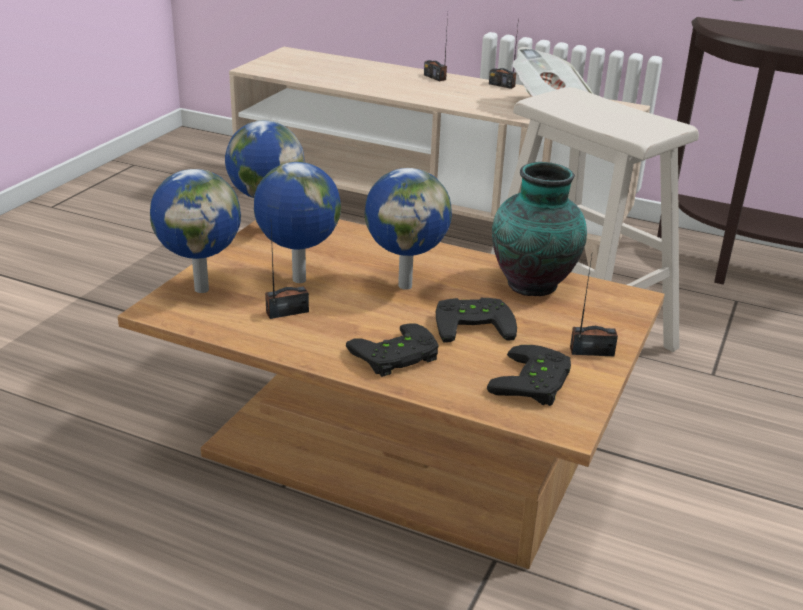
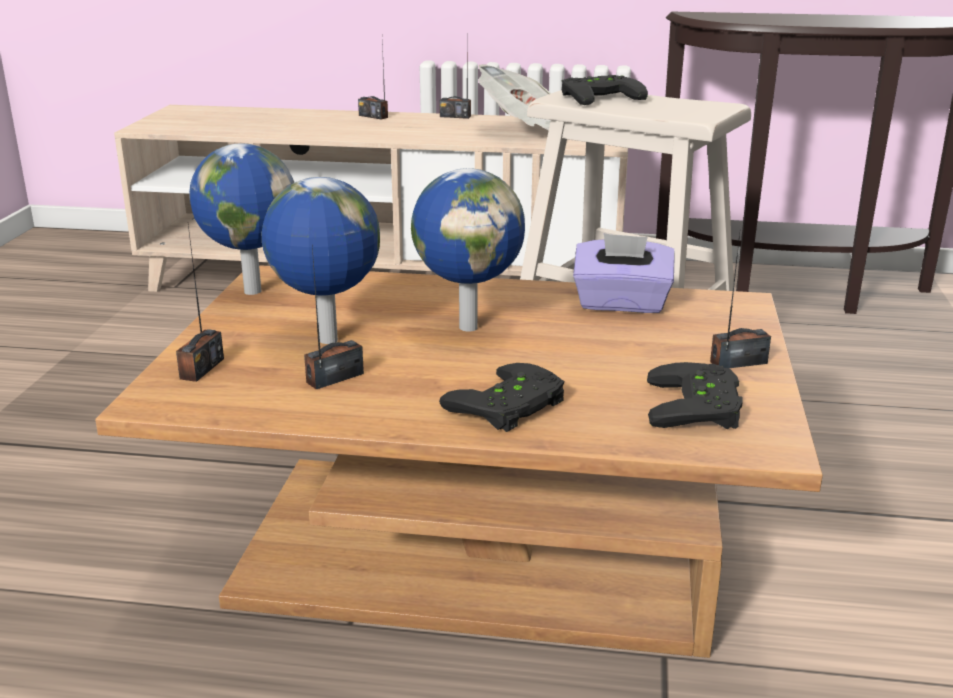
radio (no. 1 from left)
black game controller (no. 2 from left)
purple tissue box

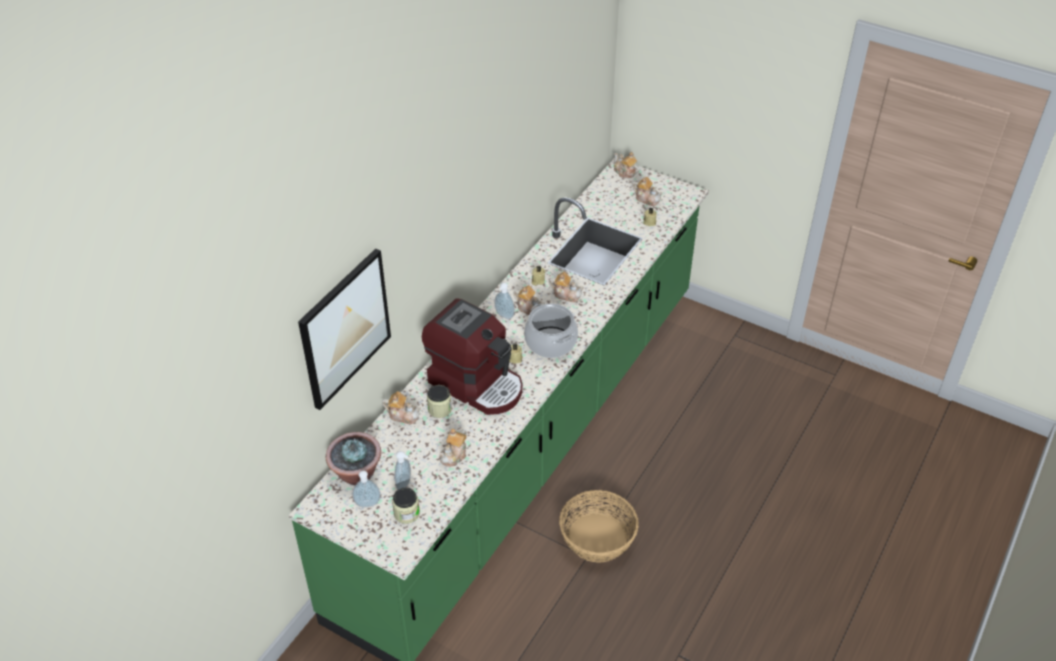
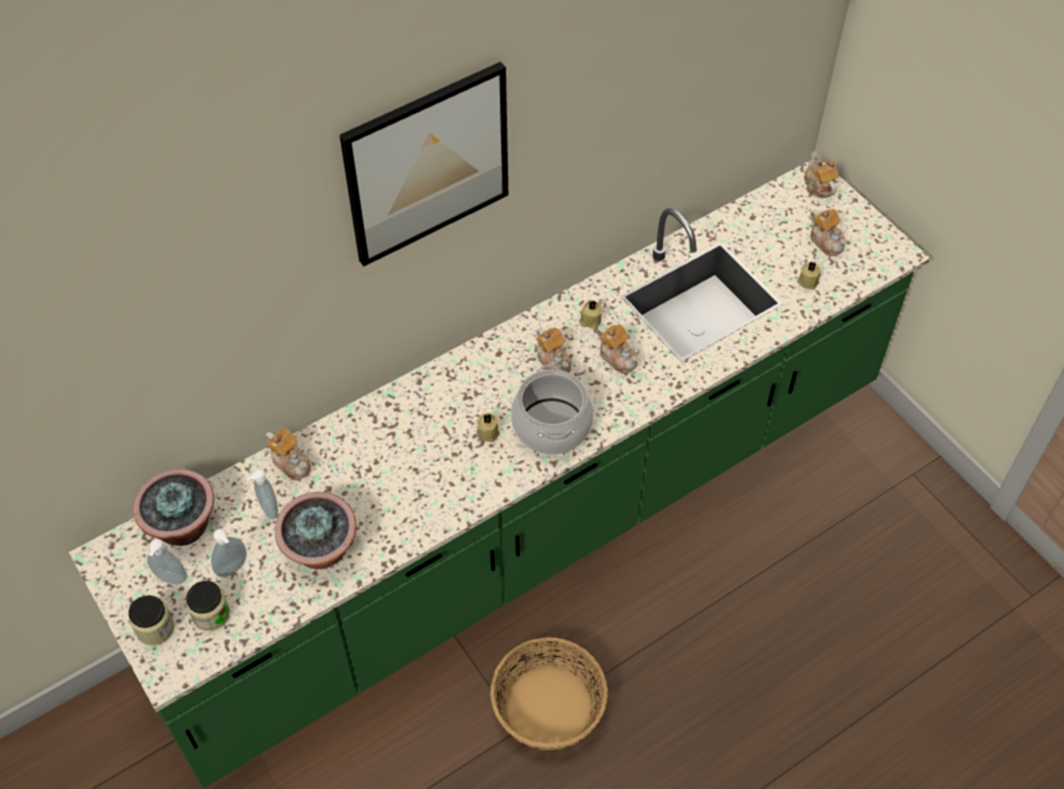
picture
coffee machine
jar (no. 1 from left)
potted plant (no. 2 from left)
soap dispenser (no. 3 from left)

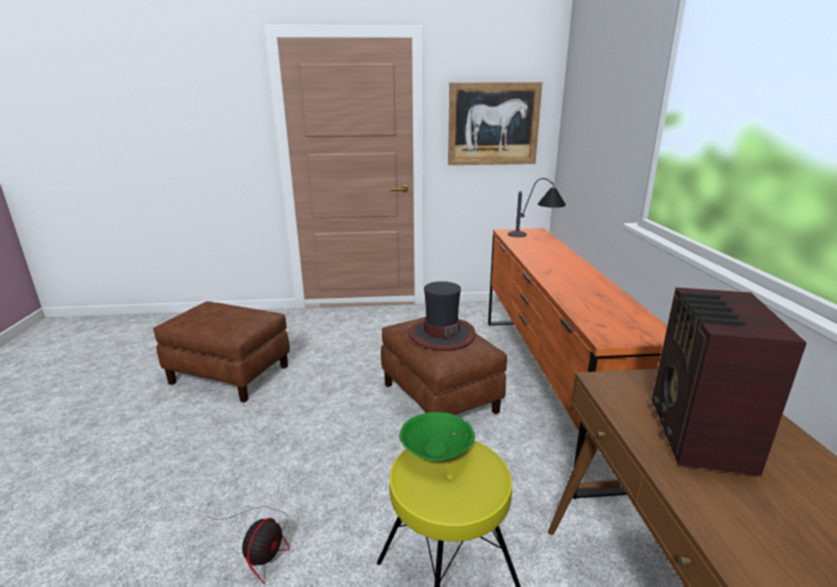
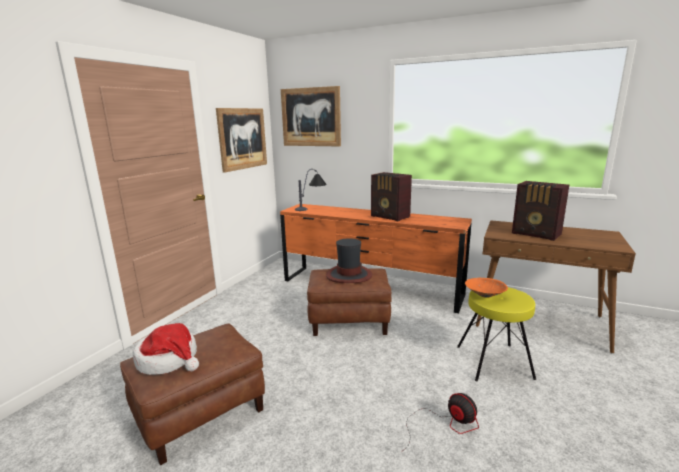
orange bowl
hat (no. 1 from left)
picture (no. 2 from left)
radio (no. 1 from left)

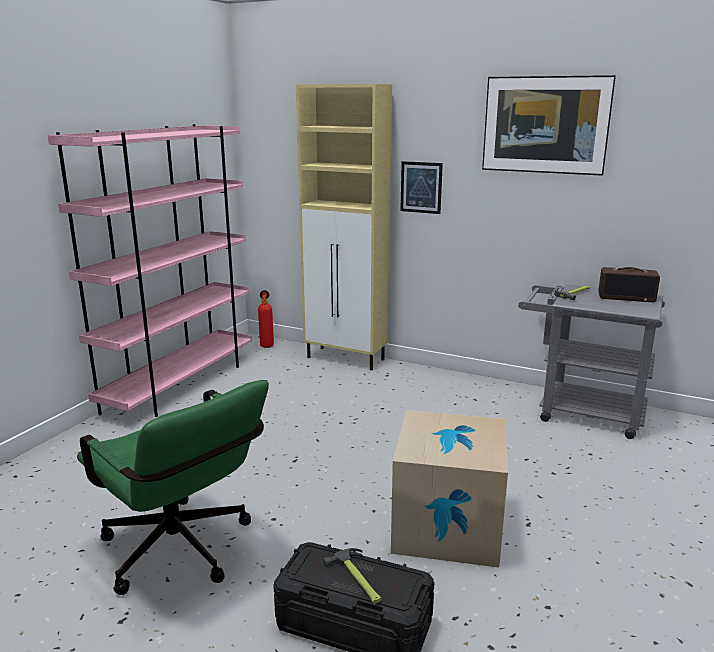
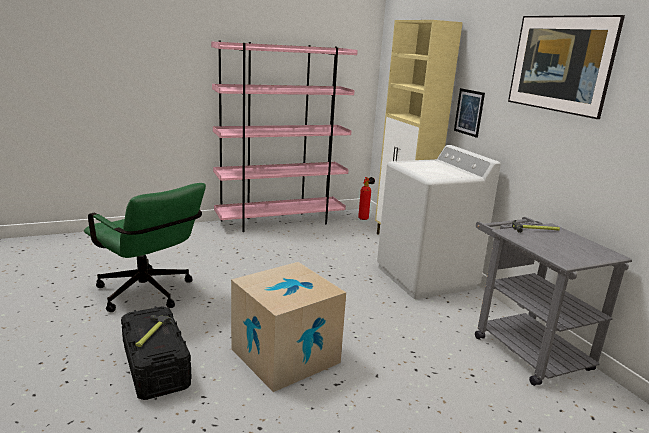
green office chair
radio
white washing machine

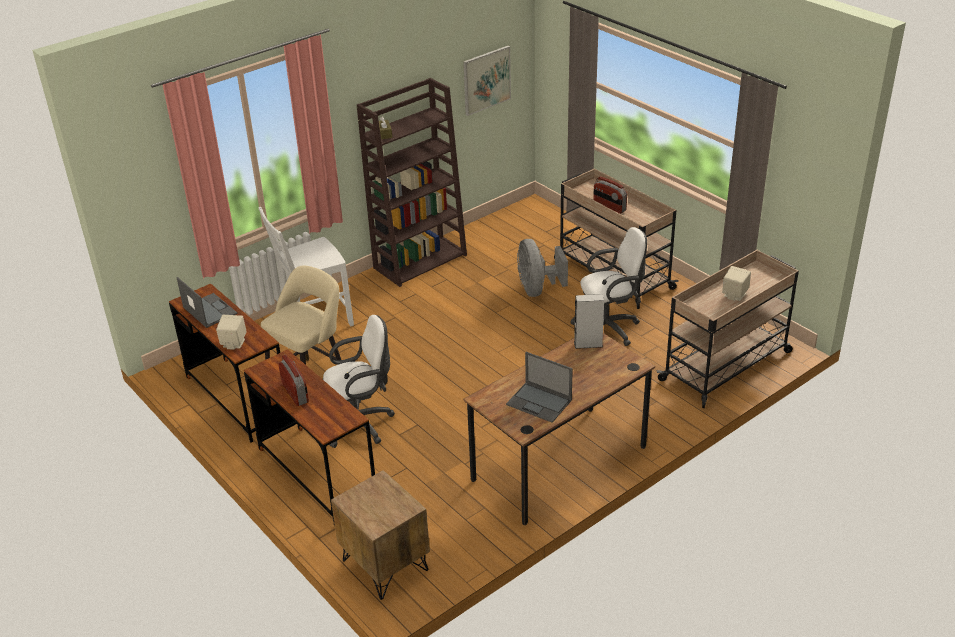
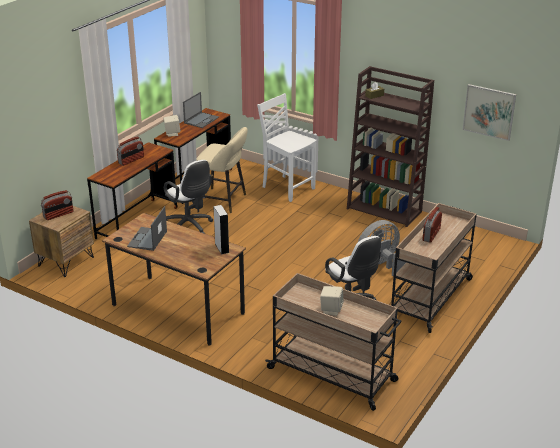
radio (no. 1 from left)

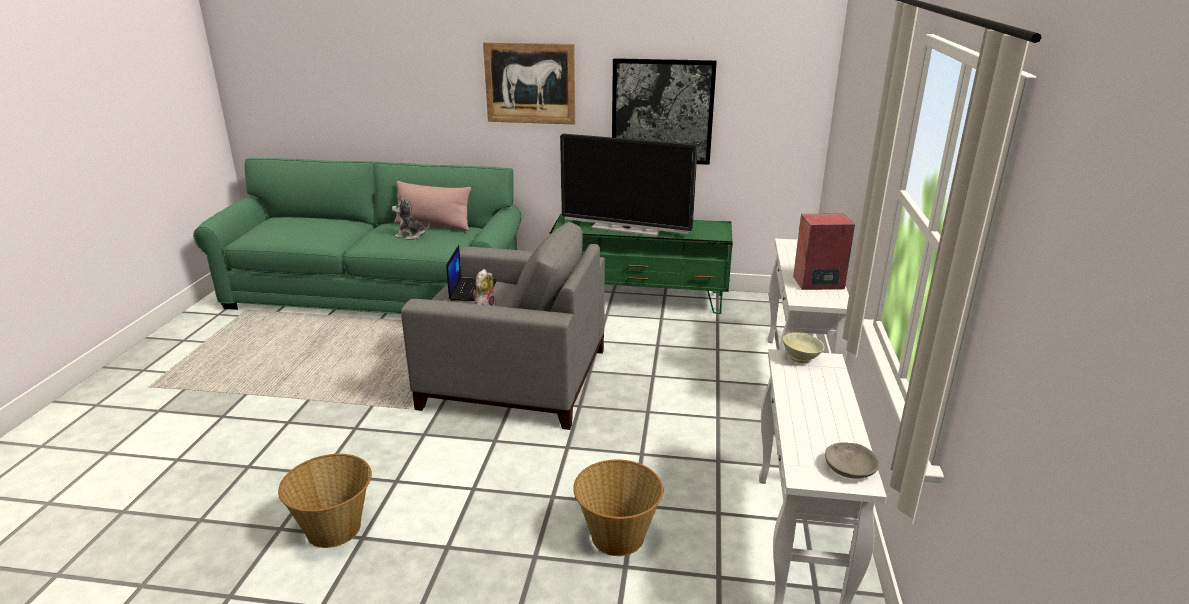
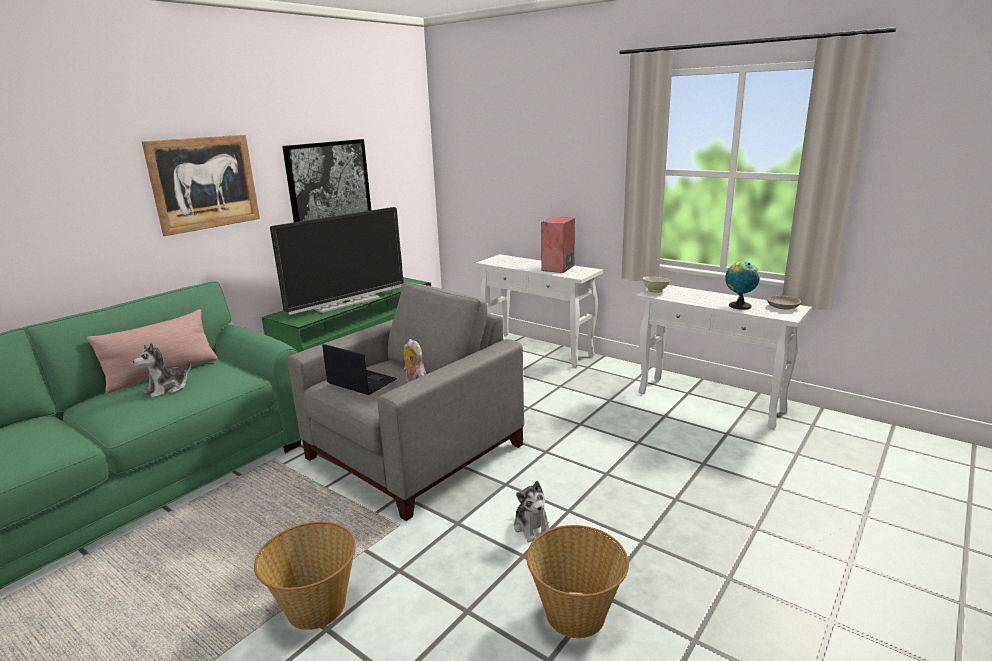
basket (no. 1 from left)
plush toy (no. 3 from left)
globe

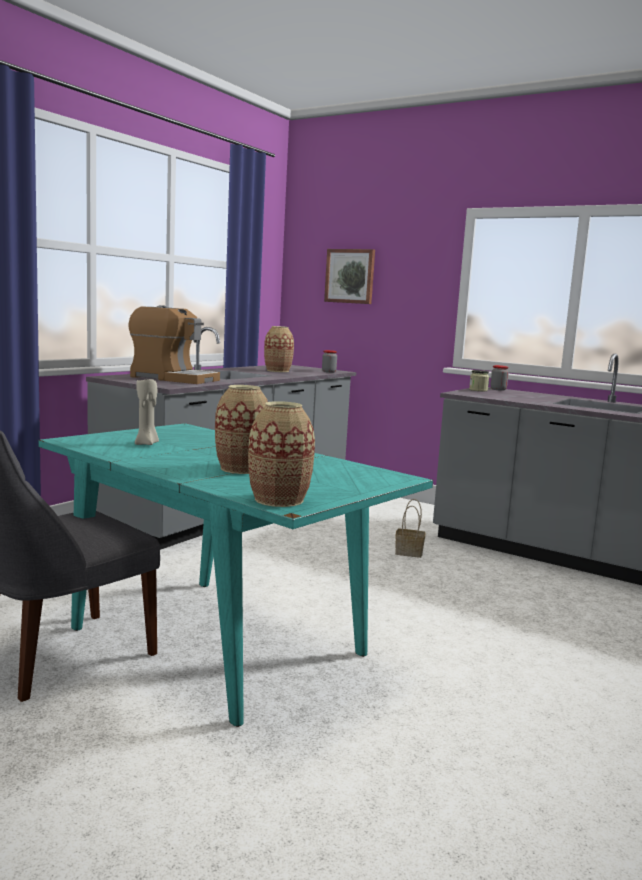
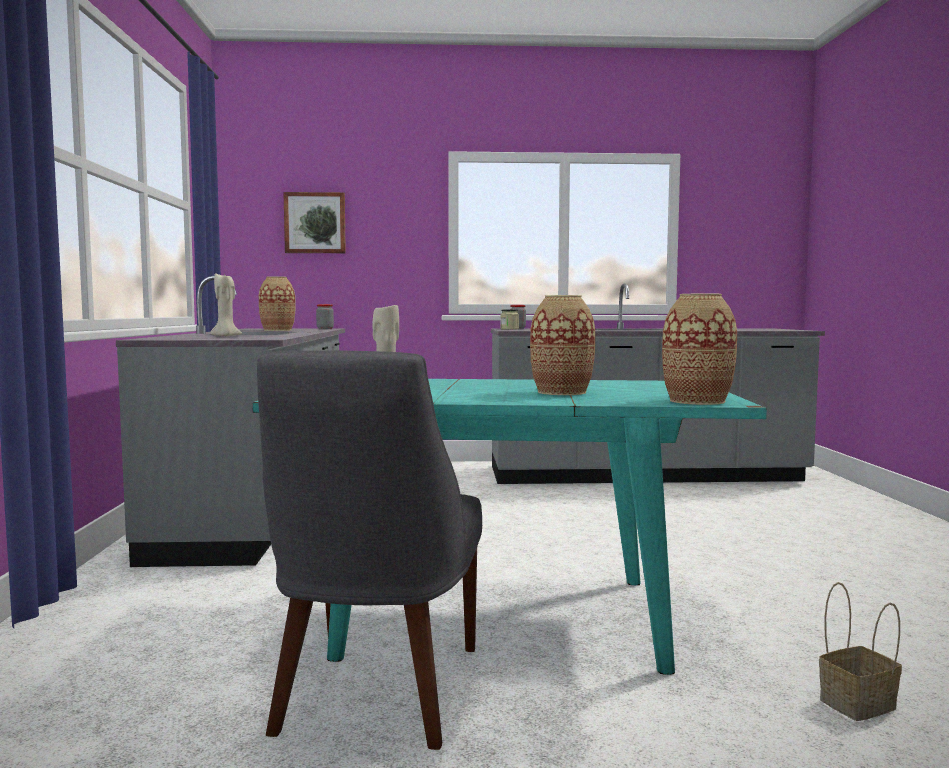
beige candle (no. 1 from left)
basket

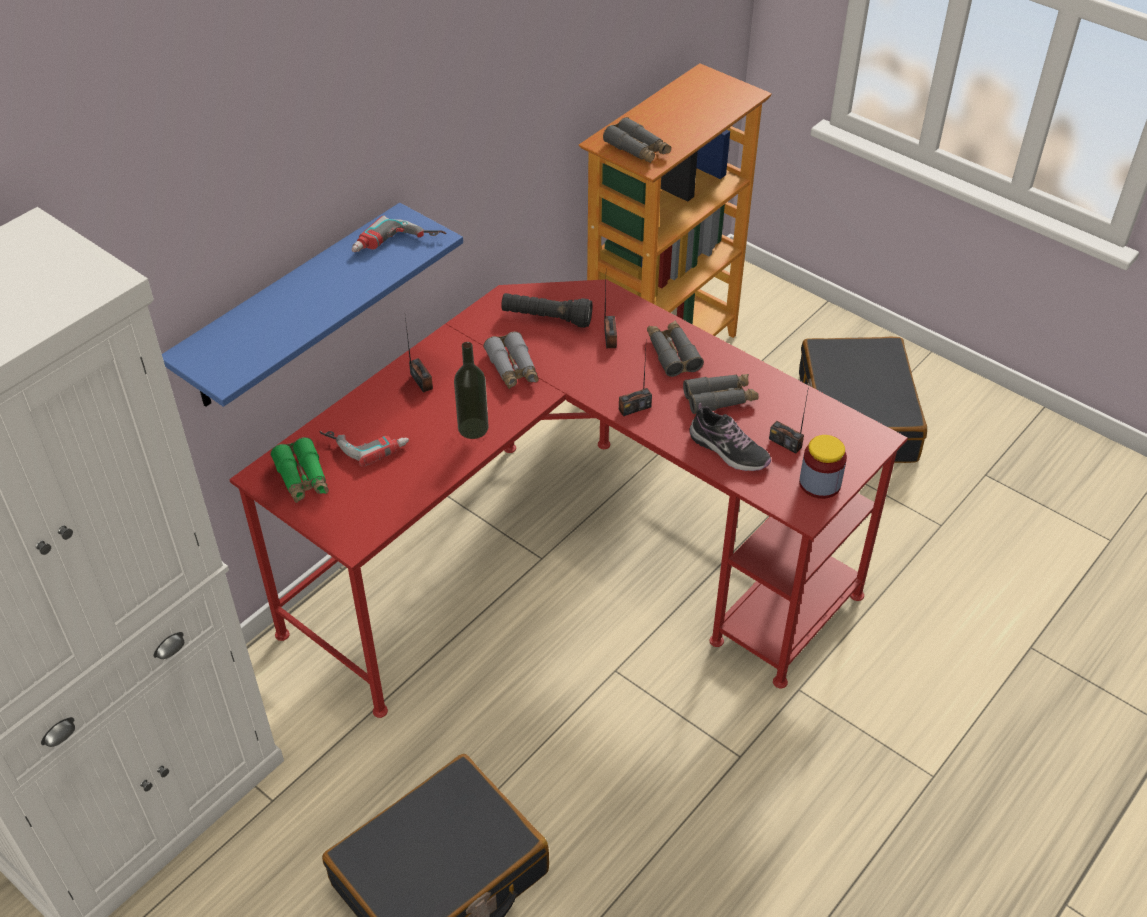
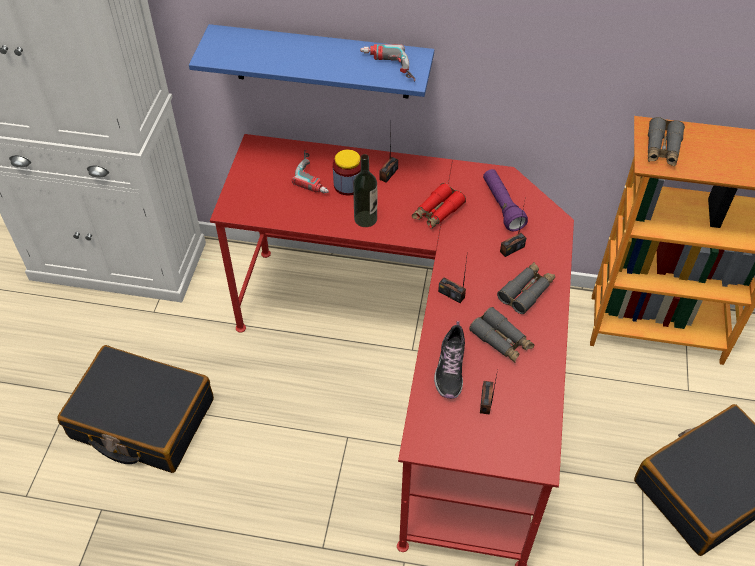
green binoculars
red binoculars
purple flashlight
jar

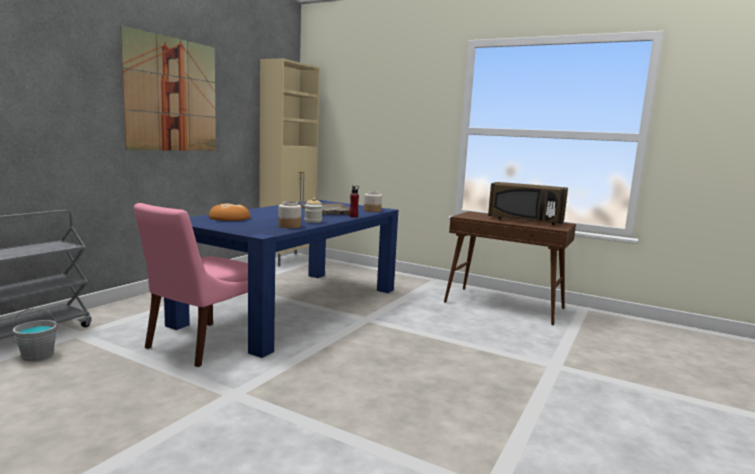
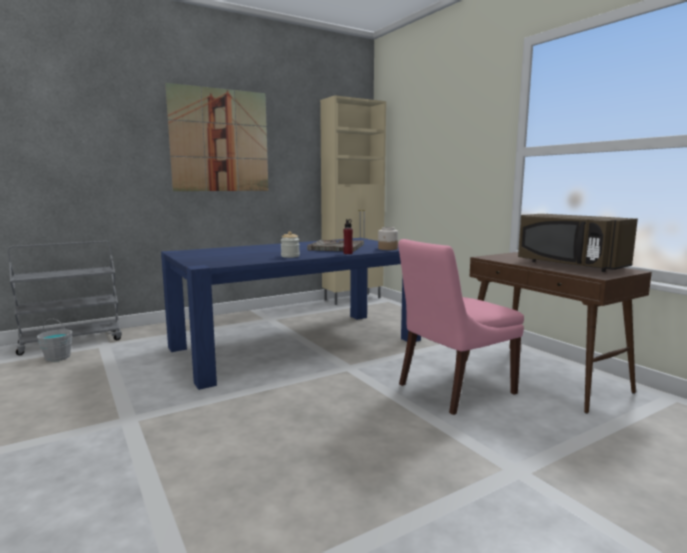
pink chair
bread
jar (no. 1 from left in the first image)

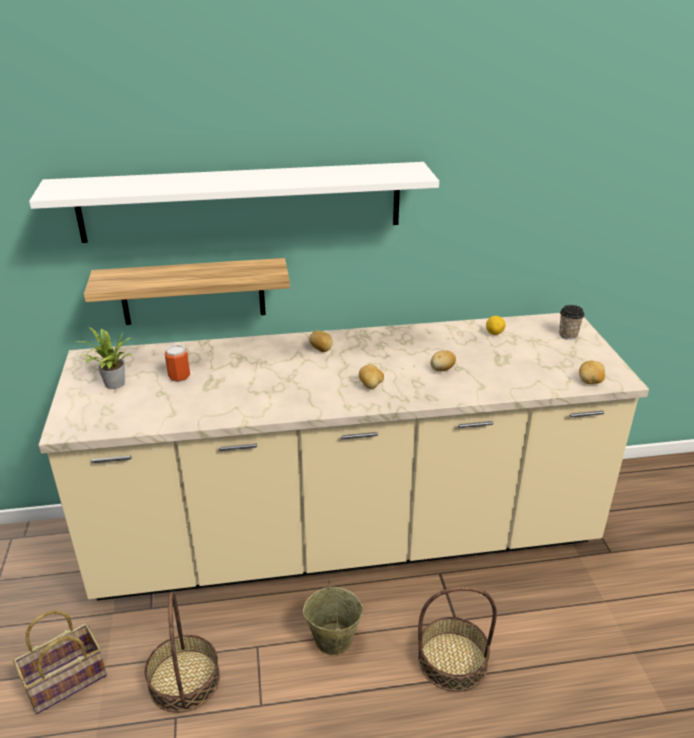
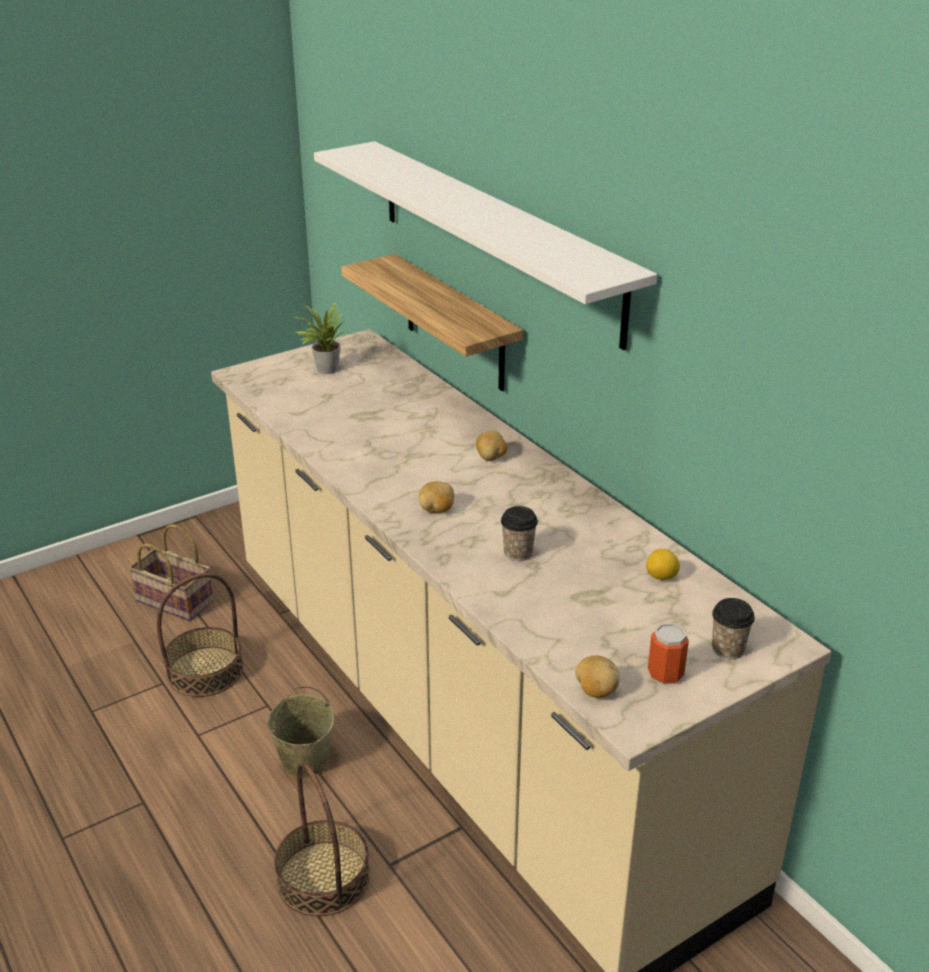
can
cup (no. 1 from left)

